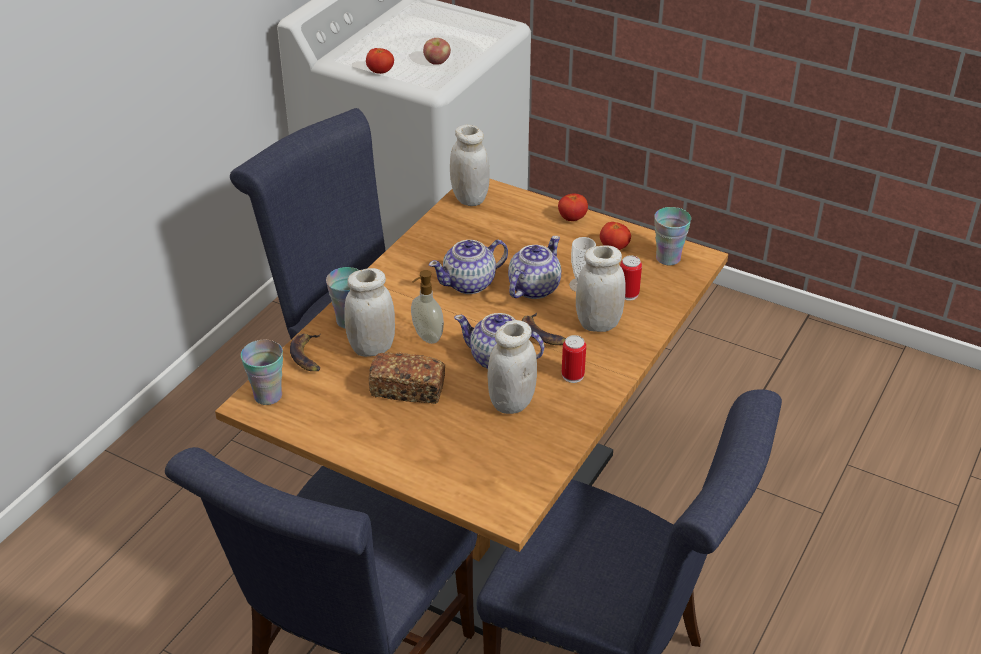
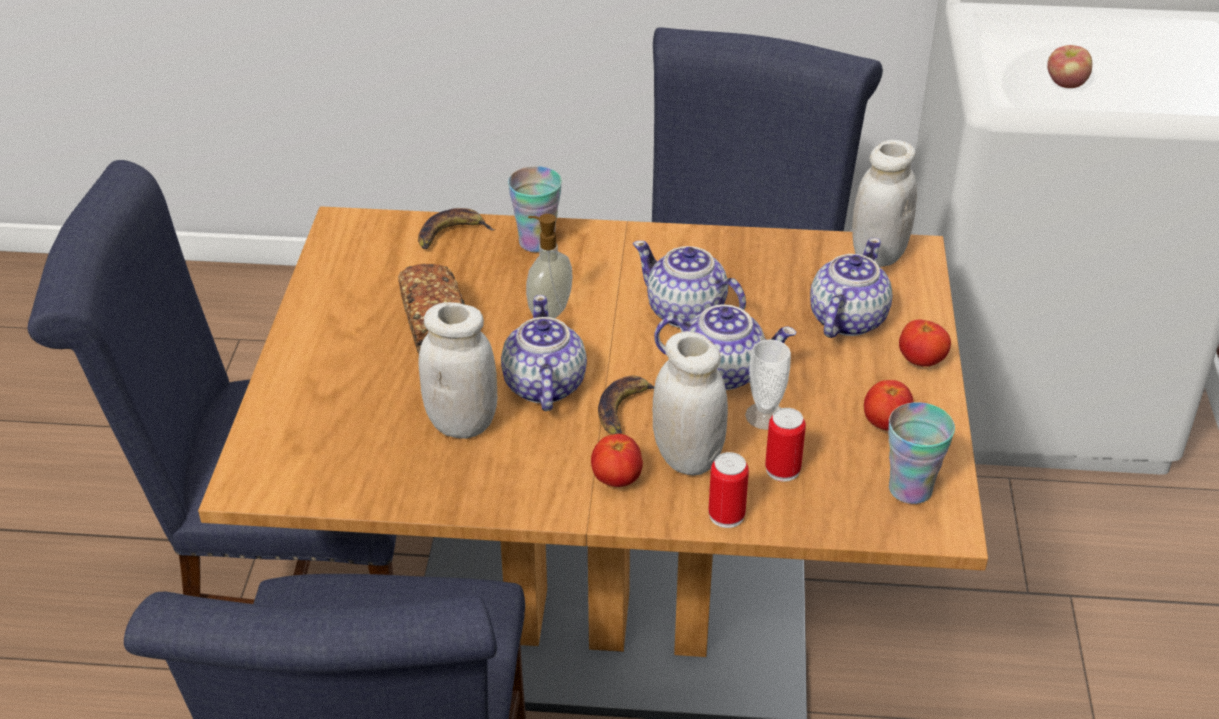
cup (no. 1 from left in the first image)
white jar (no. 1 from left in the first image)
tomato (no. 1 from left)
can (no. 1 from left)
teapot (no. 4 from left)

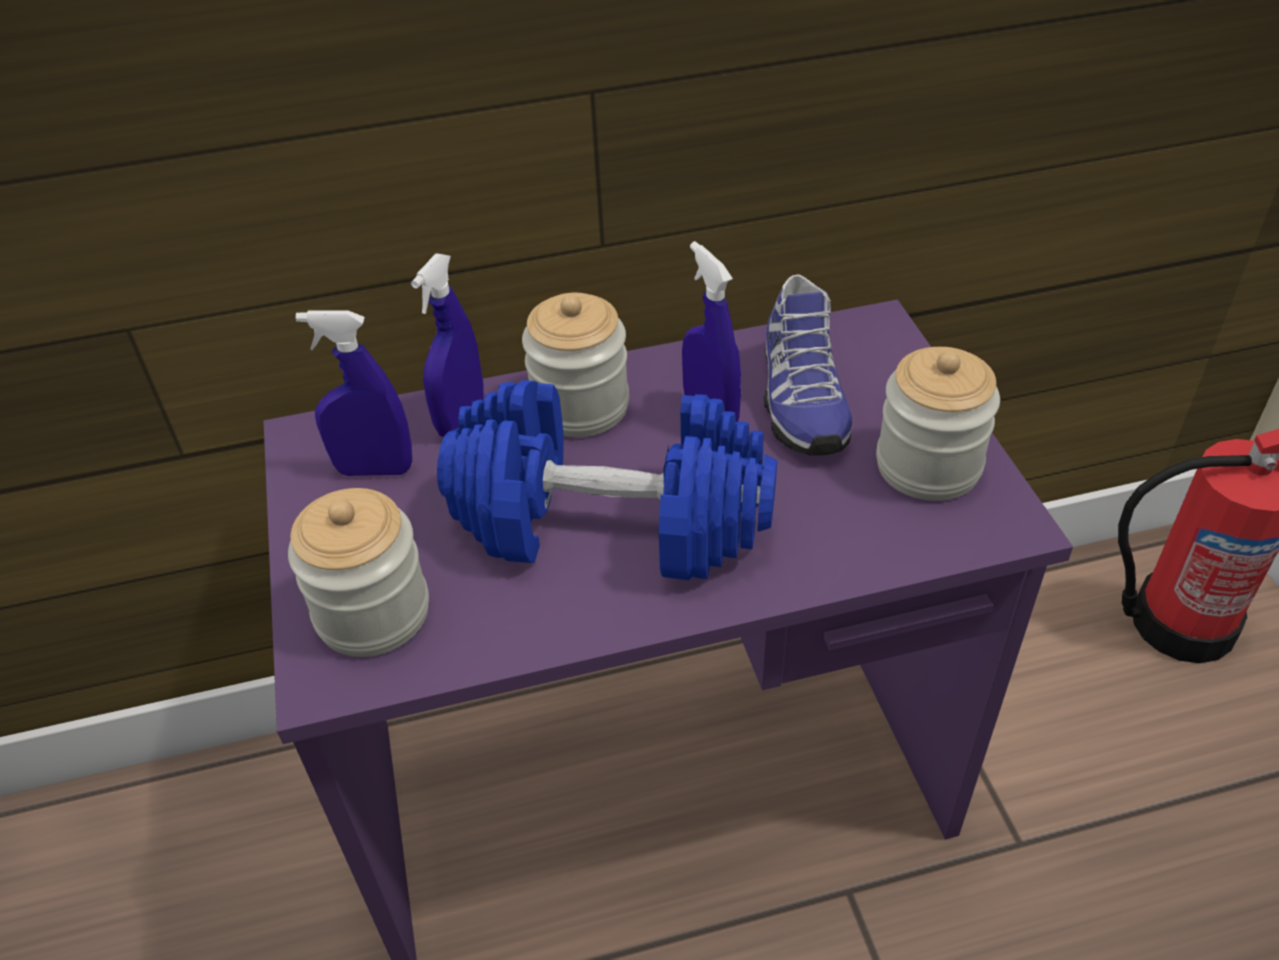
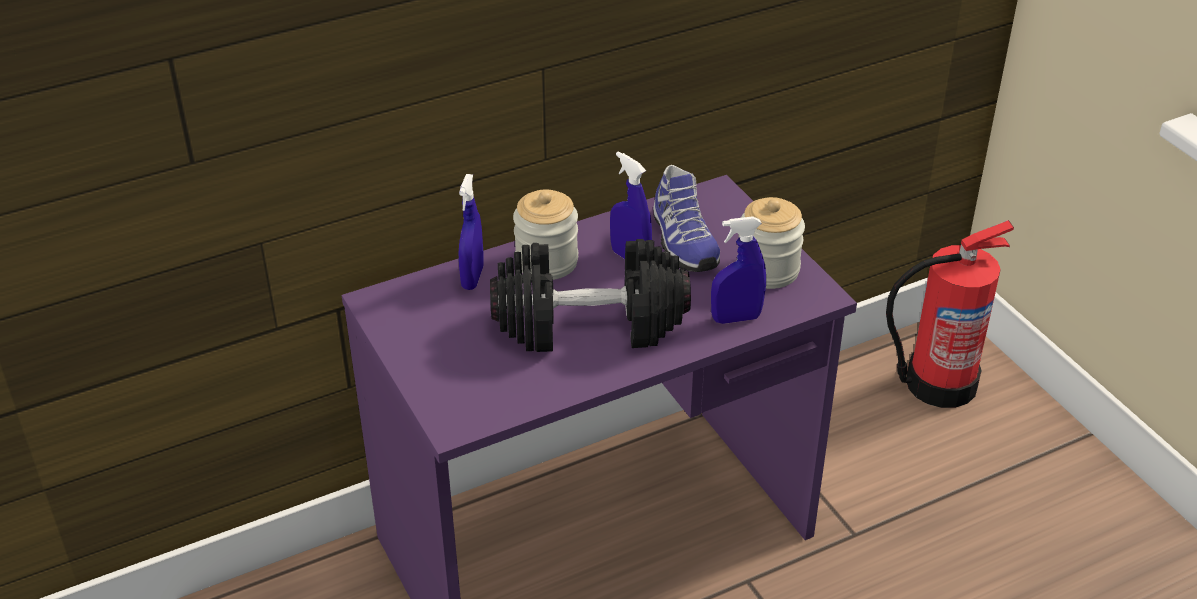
jar (no. 1 from left in the first image)
blue spray bottle (no. 3 from left)
black dumbbell

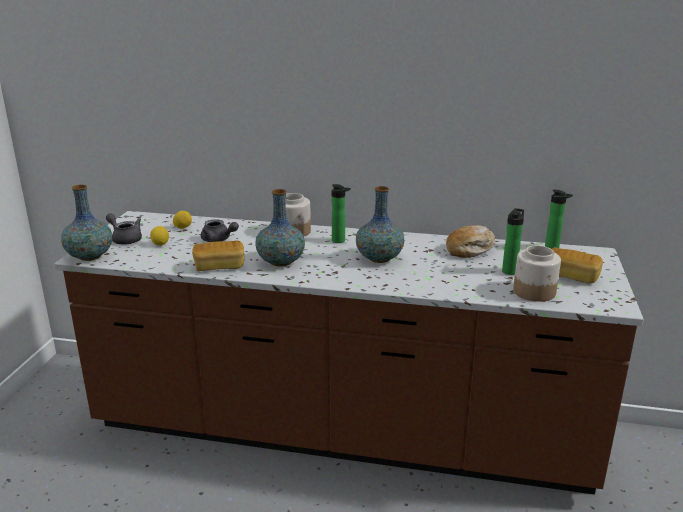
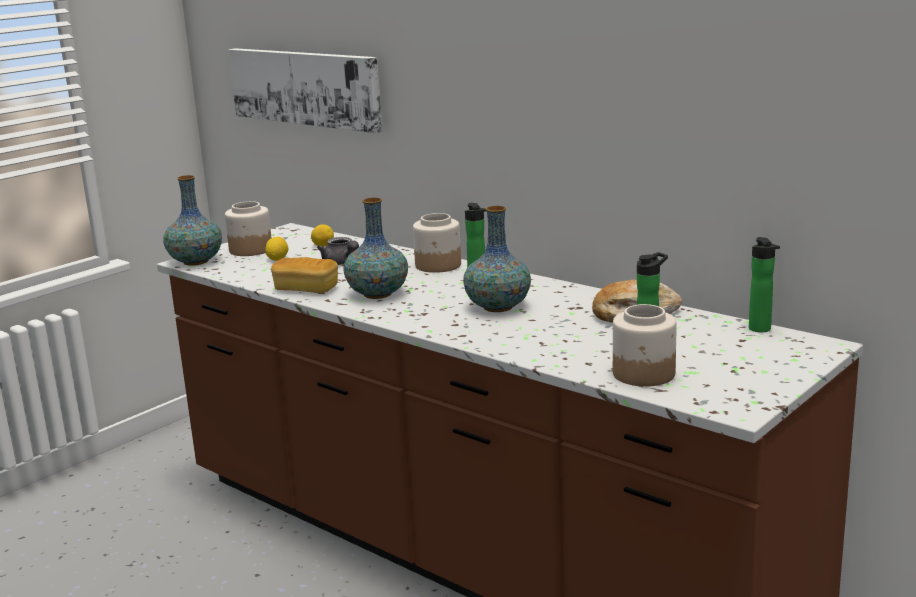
jar (no. 1 from left)
bread (no. 3 from left in the first image)
picture

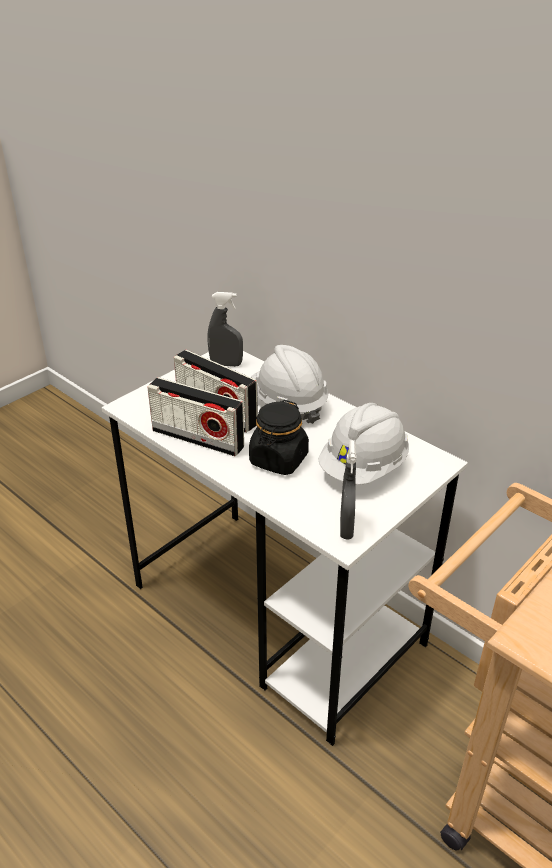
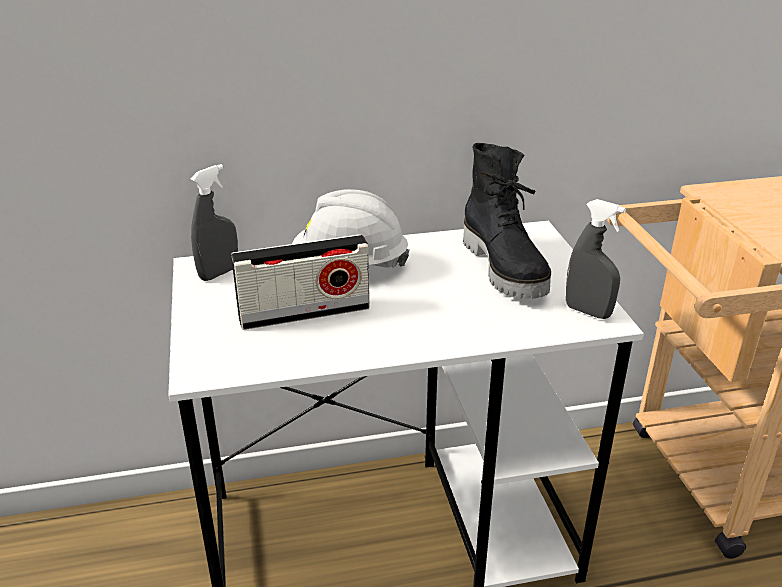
radio (no. 1 from left in the first image)
black jar
black boot

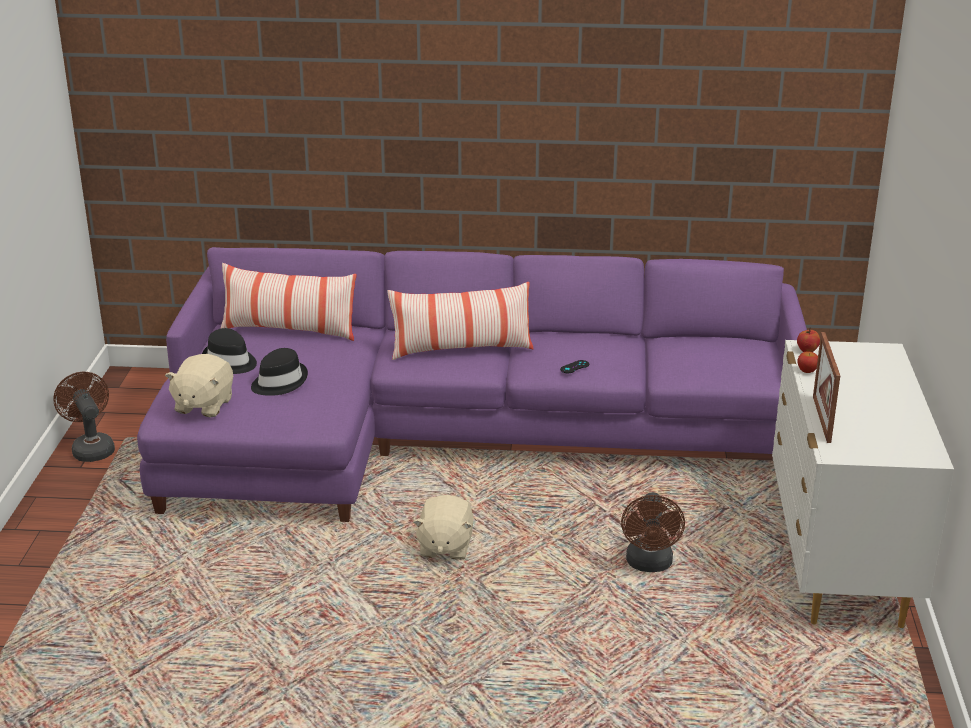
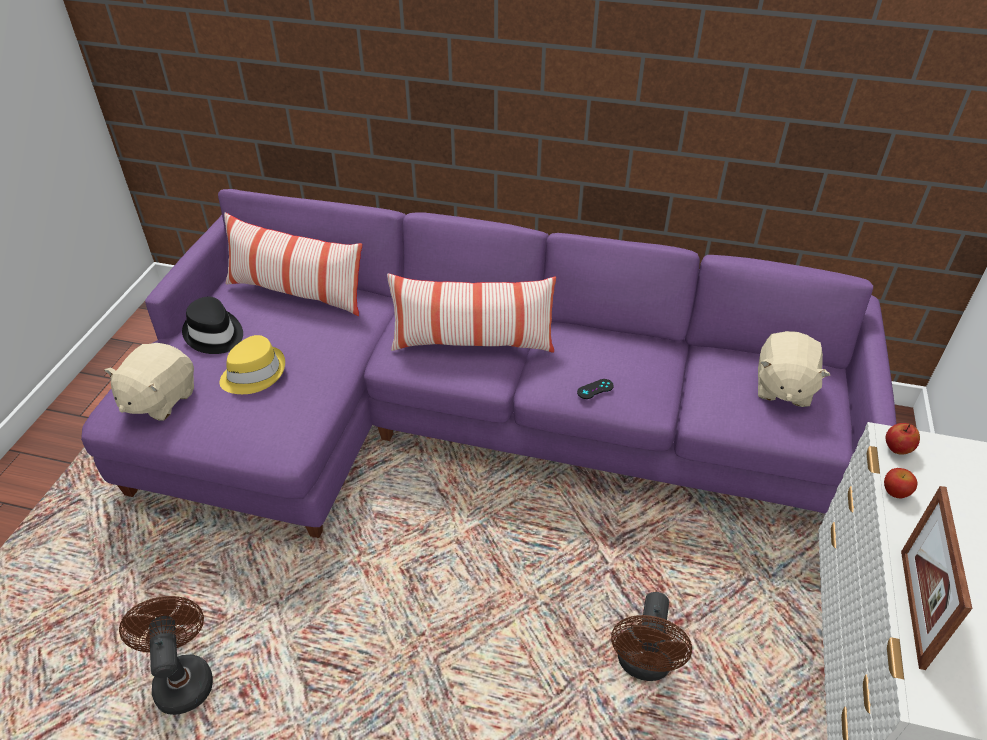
brown fan (no. 1 from left)
yellow hat
beige plush toy (no. 2 from left)

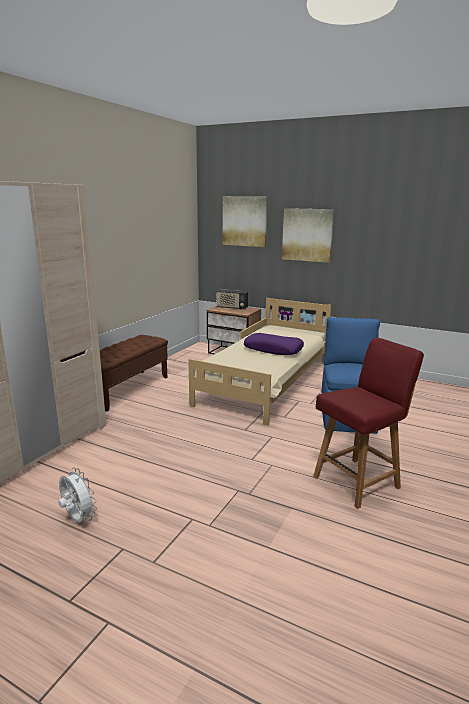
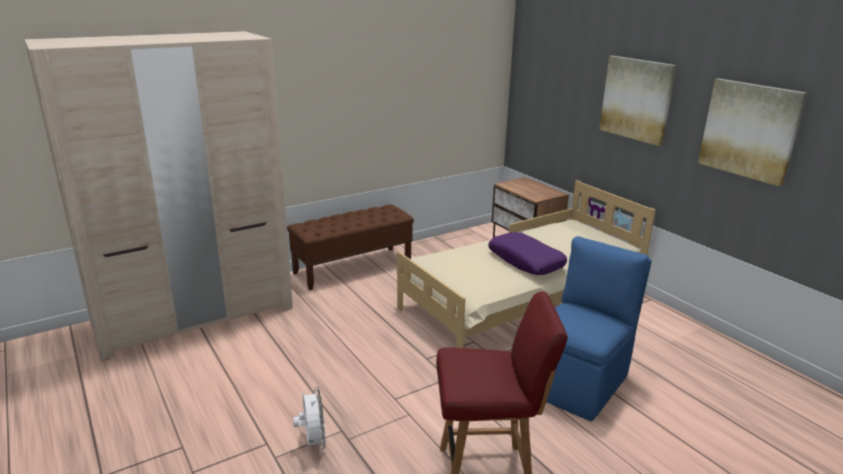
white fan
radio
picture (no. 2 from left)

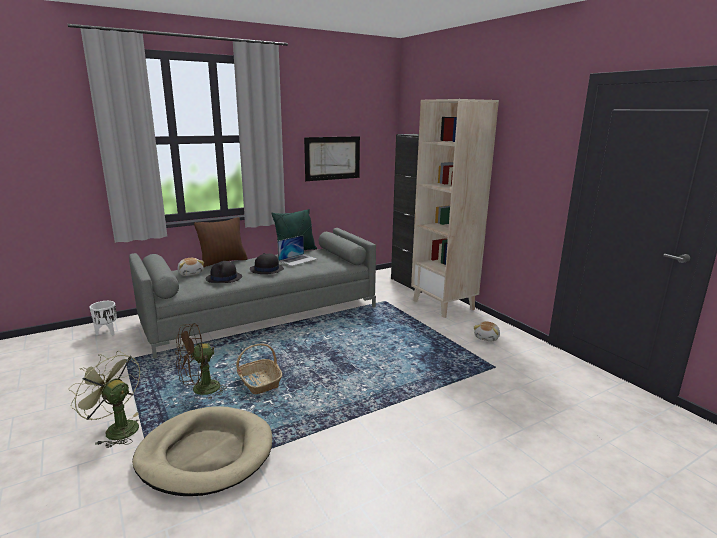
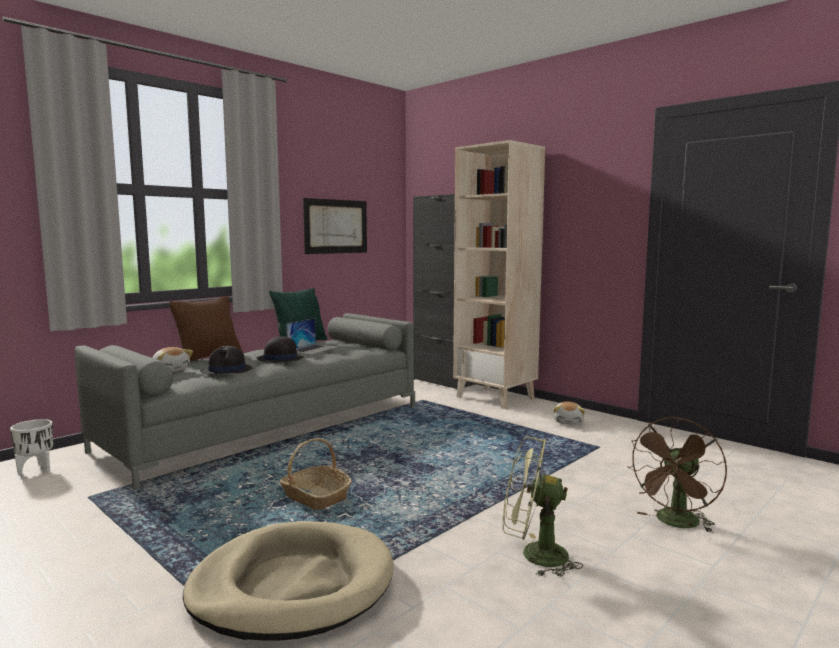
green fan
brown fan

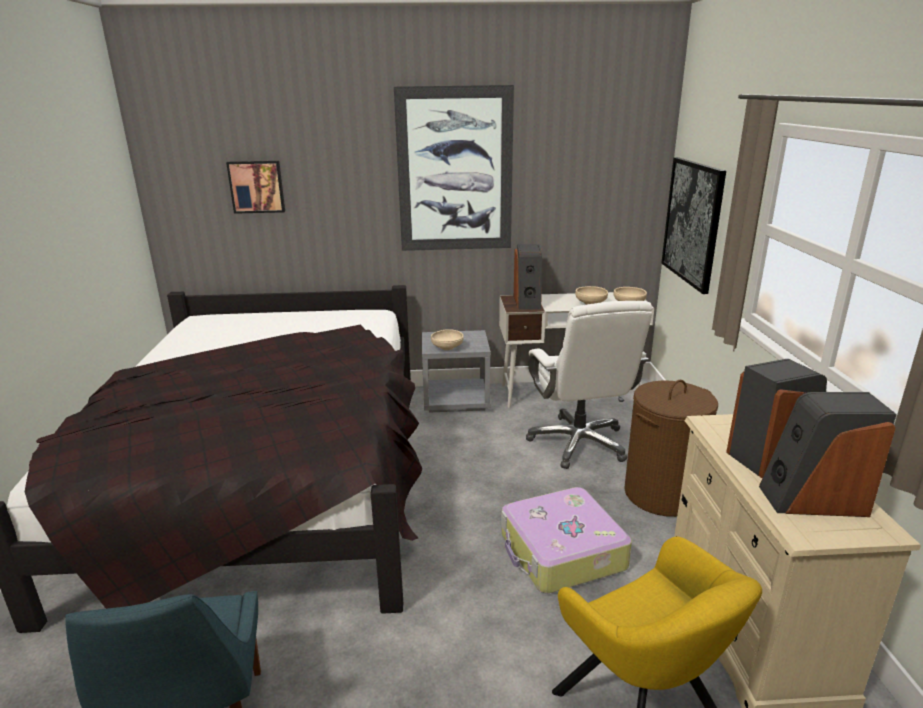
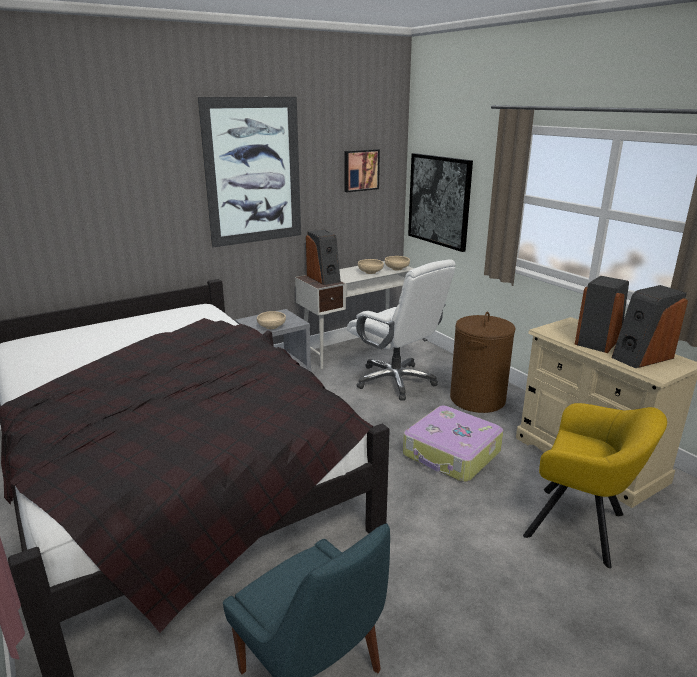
picture (no. 2 from left)

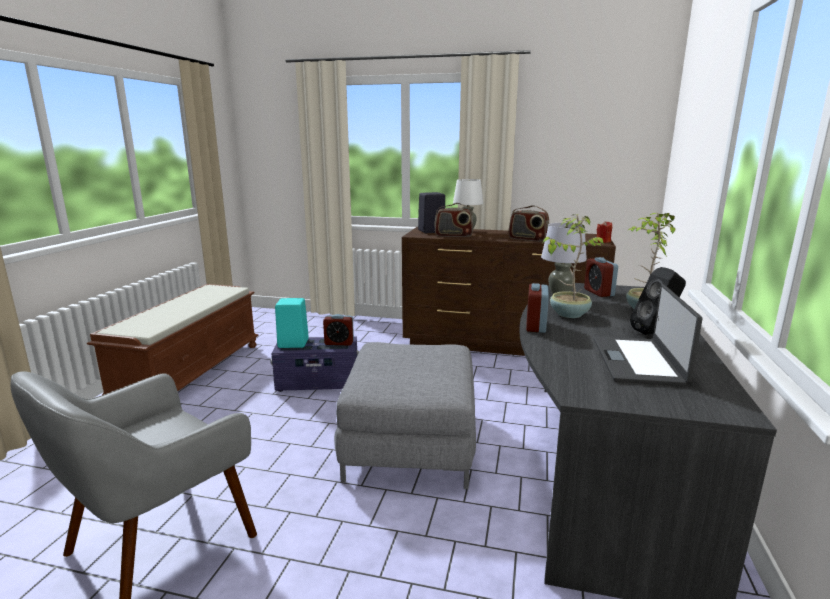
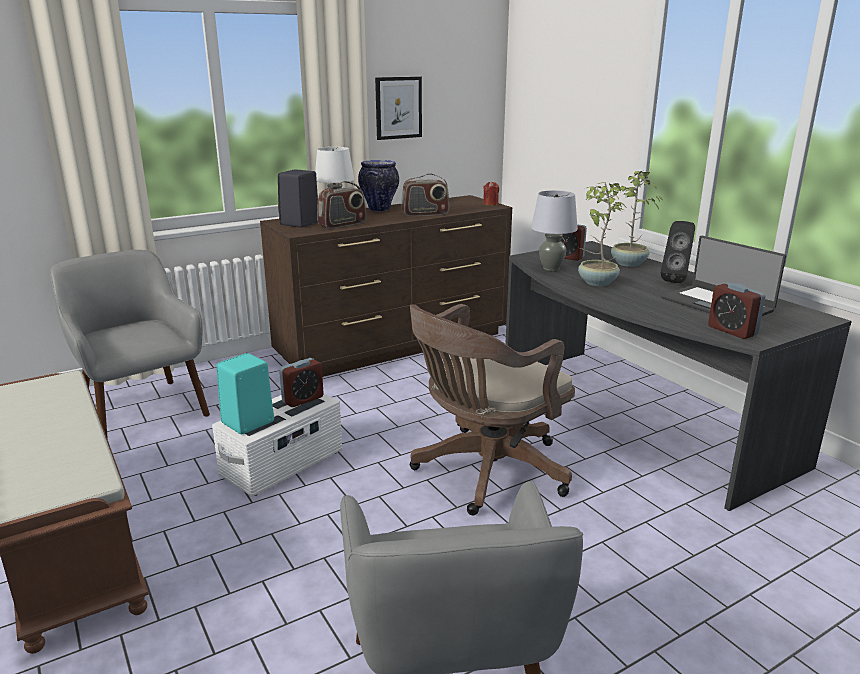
white storage box
brown office chair
alarm clock (no. 3 from left)
grey armchair (no. 1 from left)
vase
picture

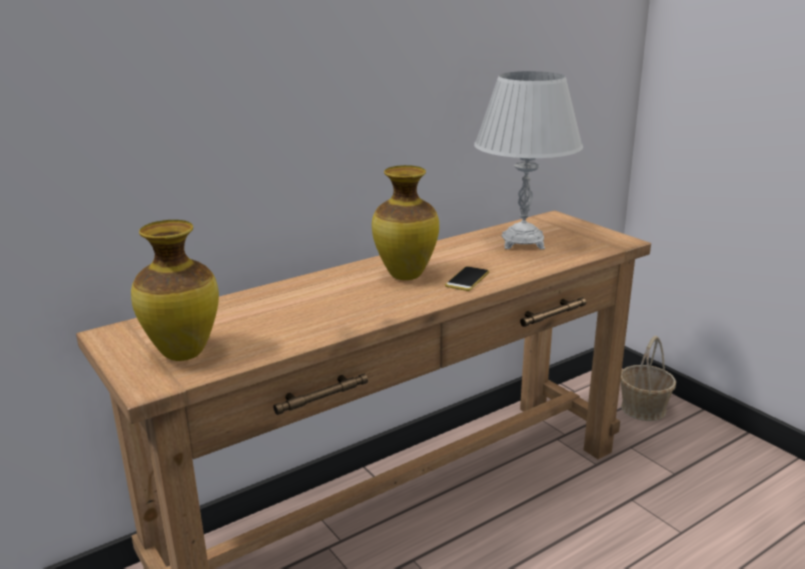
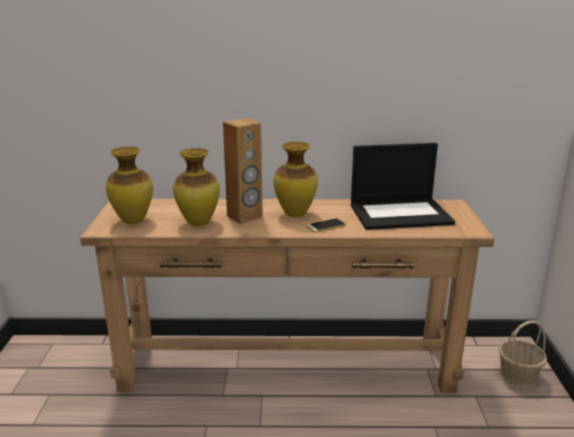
laptop
vase (no. 2 from left)
brown speaker

